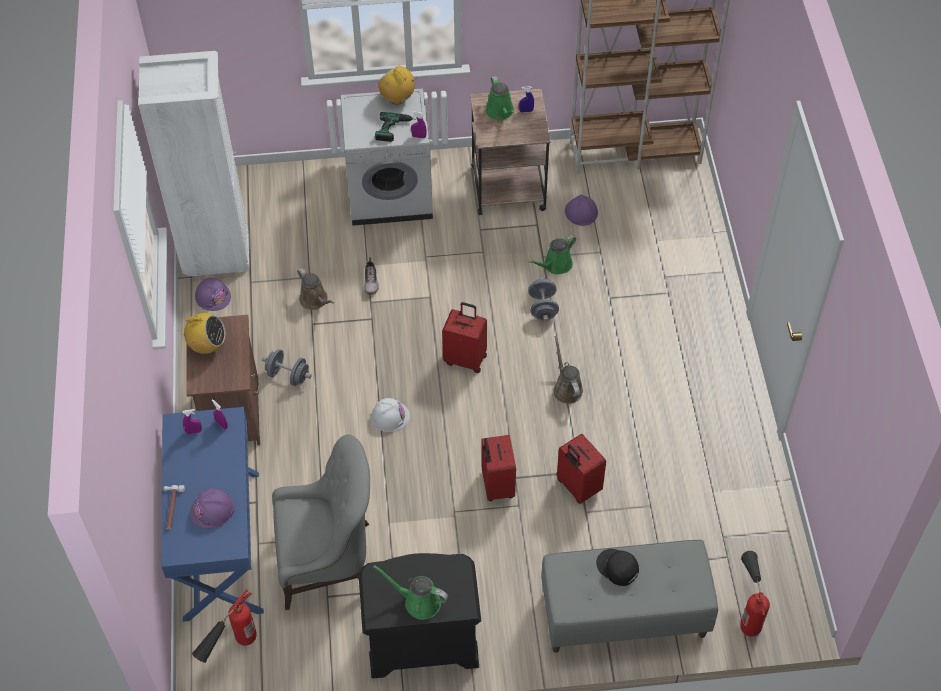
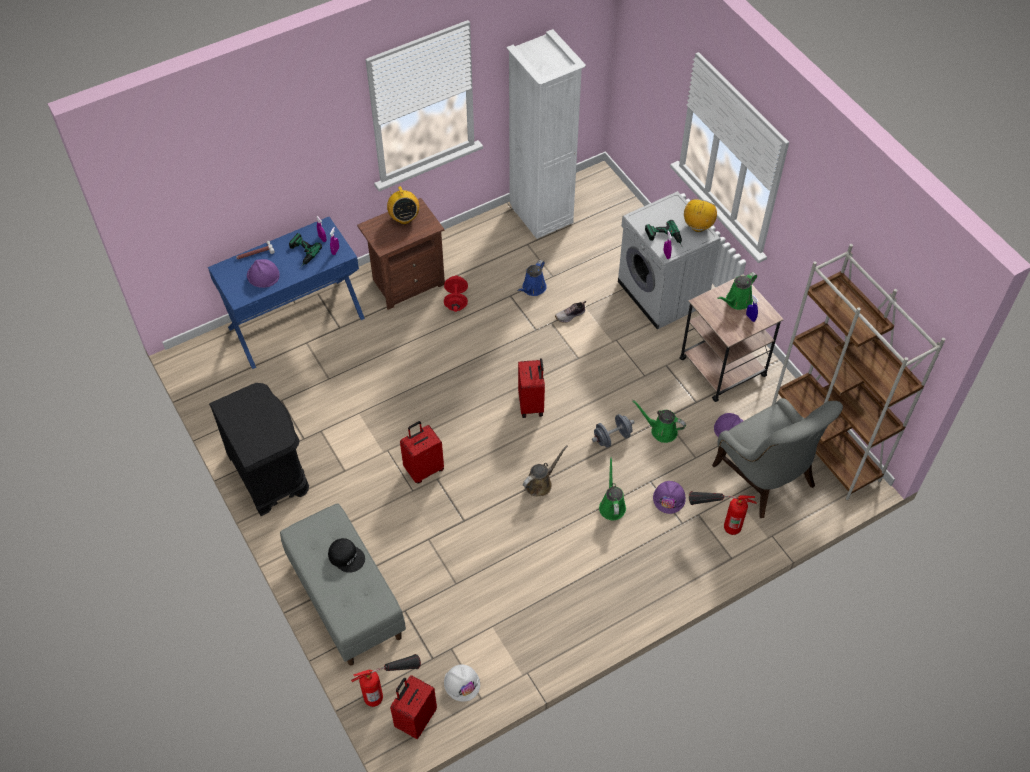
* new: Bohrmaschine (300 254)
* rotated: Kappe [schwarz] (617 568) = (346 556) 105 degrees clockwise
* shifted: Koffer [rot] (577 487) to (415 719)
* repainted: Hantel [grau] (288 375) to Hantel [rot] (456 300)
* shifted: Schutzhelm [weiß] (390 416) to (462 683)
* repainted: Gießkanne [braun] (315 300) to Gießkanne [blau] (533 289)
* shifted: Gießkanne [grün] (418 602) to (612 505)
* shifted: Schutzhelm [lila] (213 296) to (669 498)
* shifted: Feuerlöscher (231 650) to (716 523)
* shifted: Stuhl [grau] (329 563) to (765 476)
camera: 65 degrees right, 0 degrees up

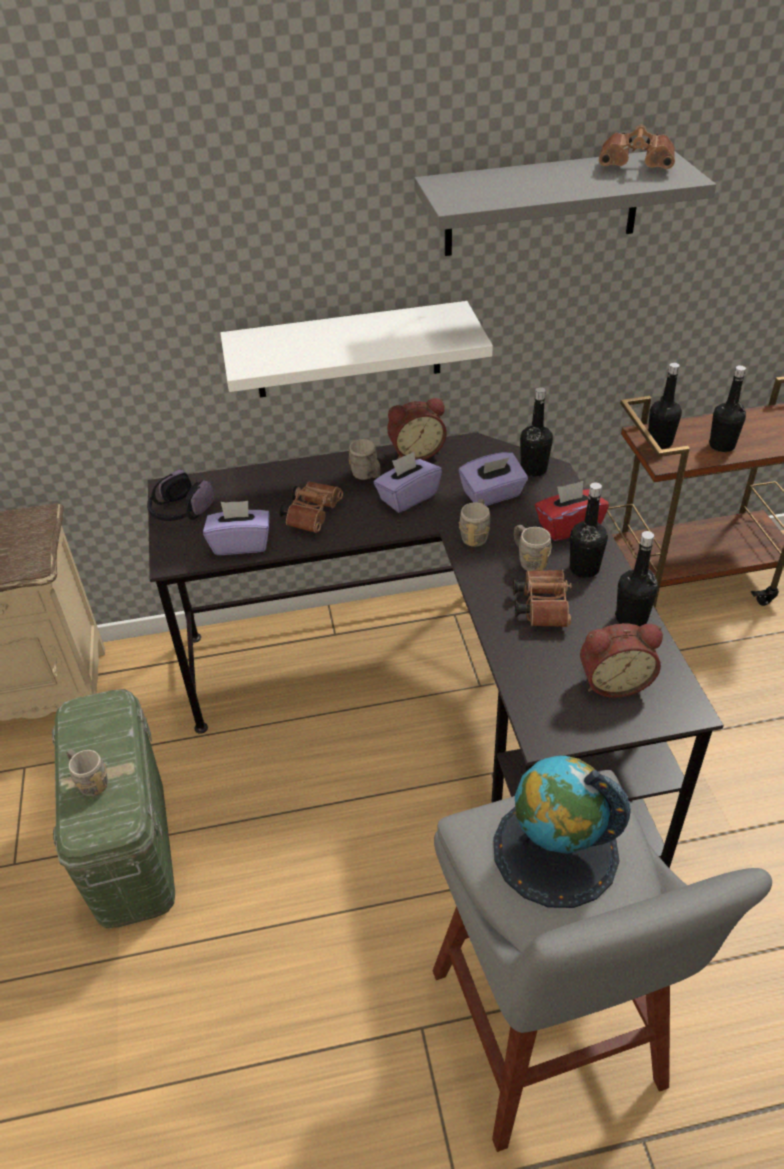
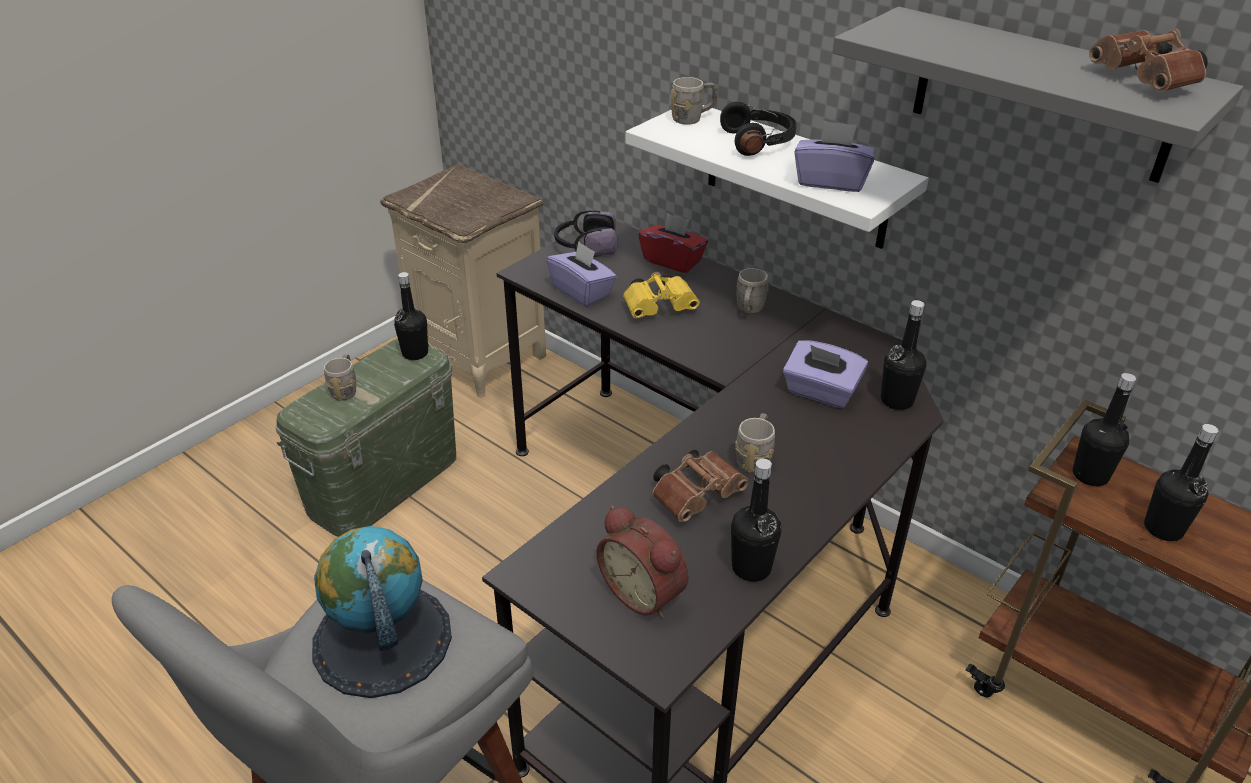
* shifted: Flasche [schwarz] (584 569) to (415 353)
* repainted: Fernglas [braun] (313 514) to Fernglas [gelb] (661 307)
* shifted: Taschentuchbox [rot] (568 526) to (672 261)
* shifted: Henkelbecher [grau] (476 534) to (693 118)
* new: Kopfhörer [schwarz] (759 142)
* shifted: Taschentuchbox [lila] (407 497) to (831 181)
* gone: Wecker (416 452)
camera: 50 degrees right, 5 degrees down

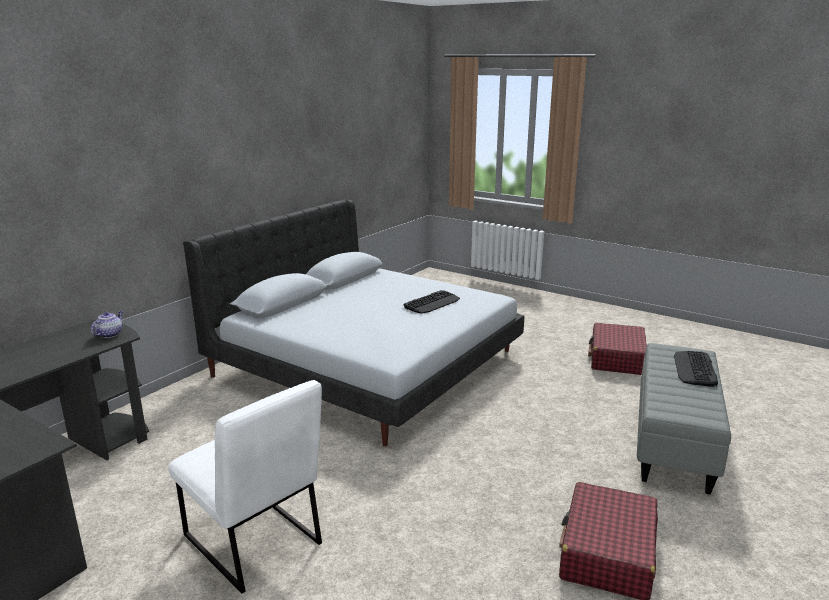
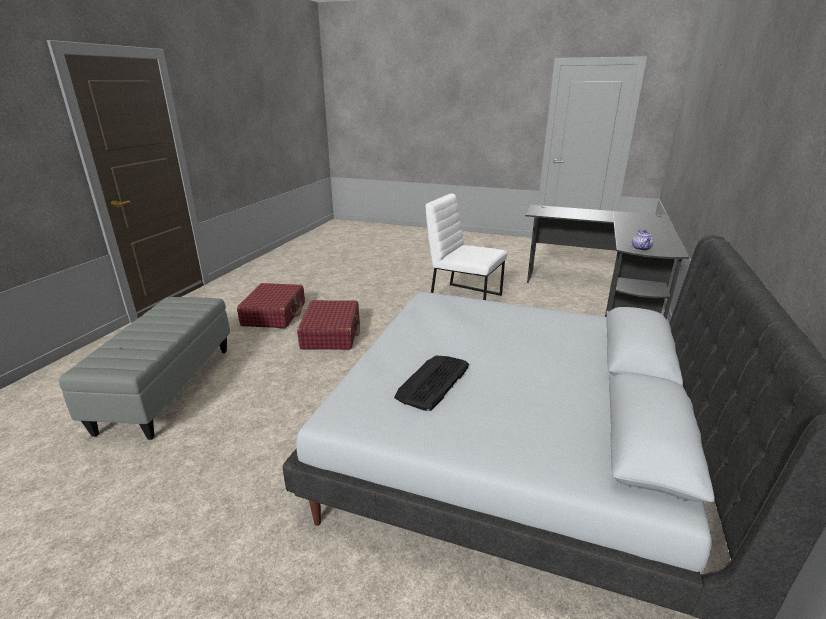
* shifted: Koffer [rot] (617 358) to (331 334)
* gone: Tastatur (695 369)
camera: 165 degrees right, 5 degrees up

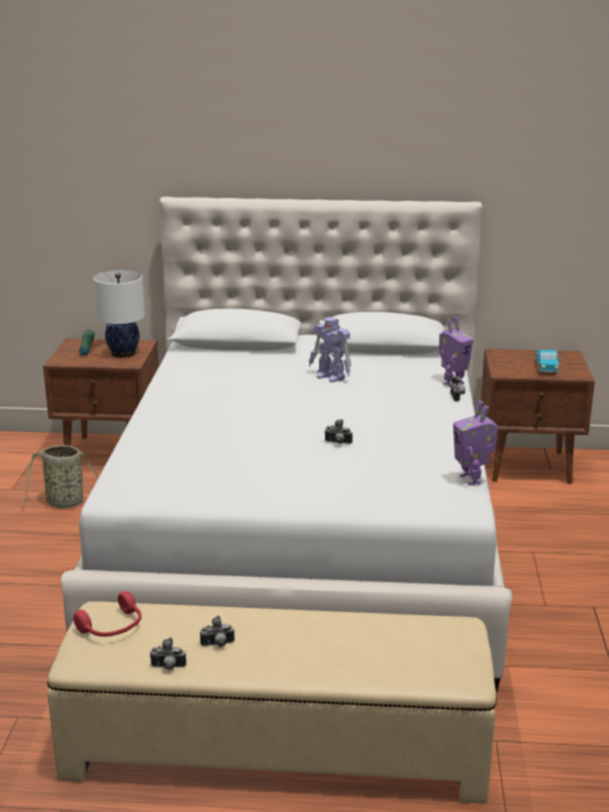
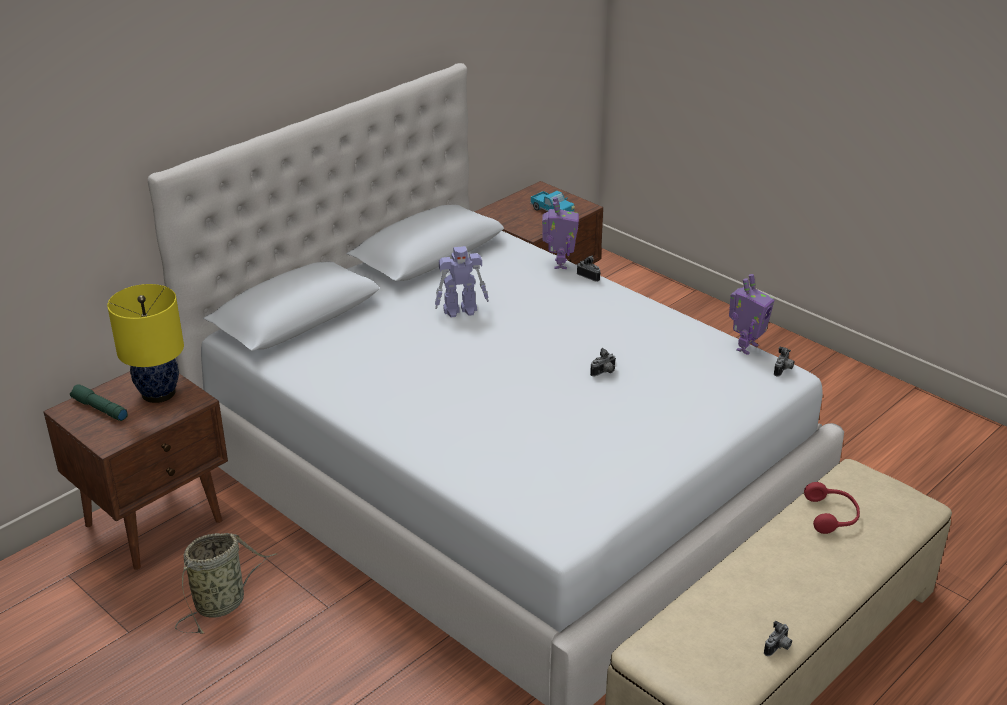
* repainted: Tischlampe [weiß] (123 353) to Tischlampe [gelb] (159 393)
* rotated: Spielzeugroboter (472 479) = (745 347) 75 degrees counterclockwise
* shifted: Kamera (218 645) to (783 370)
* shifted: Kopfhörer [rot] (113 628) to (832 516)
camera: 50 degrees left, 10 degrees up

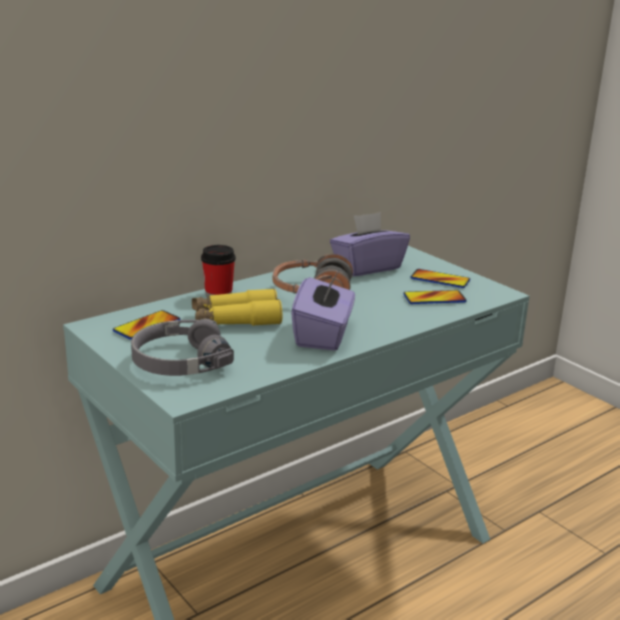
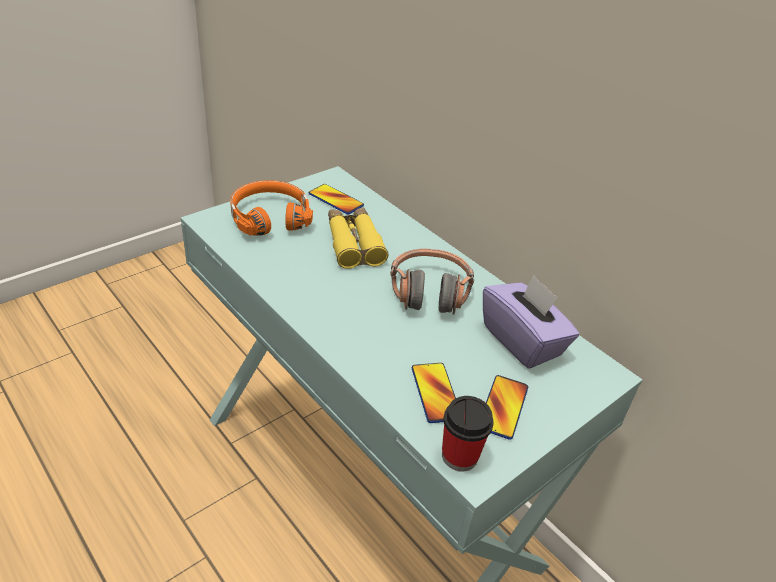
* repainted: Kopfhörer [grau] (179 361) to Kopfhörer [orange] (269 217)
* shifted: Tasse (218 294) to (459 456)
* gone: Taschentuchbox [lila] (323 335)
camera: 85 degrees right, 15 degrees up

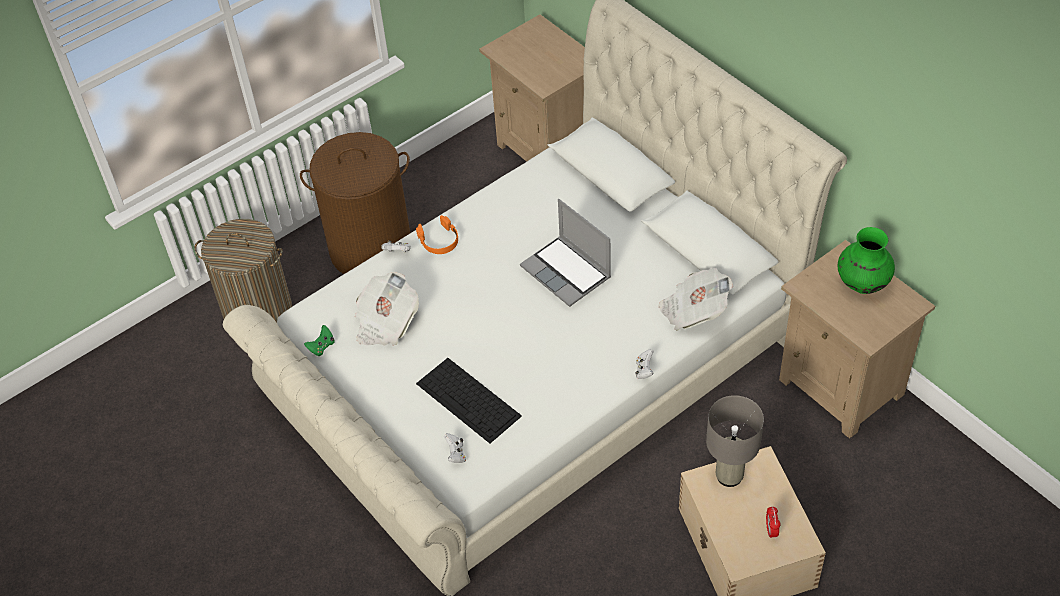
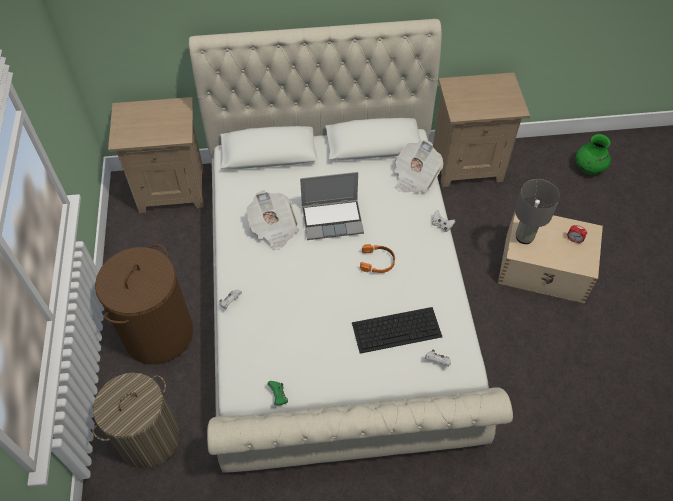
* shifted: Zeitung (385 323) to (274 228)
* shifted: Kopfhörer [orange] (439 240) to (377 262)
* shifted: Vase [grün] (862 283) to (588 169)
camera: 60 degrees left, 5 degrees up

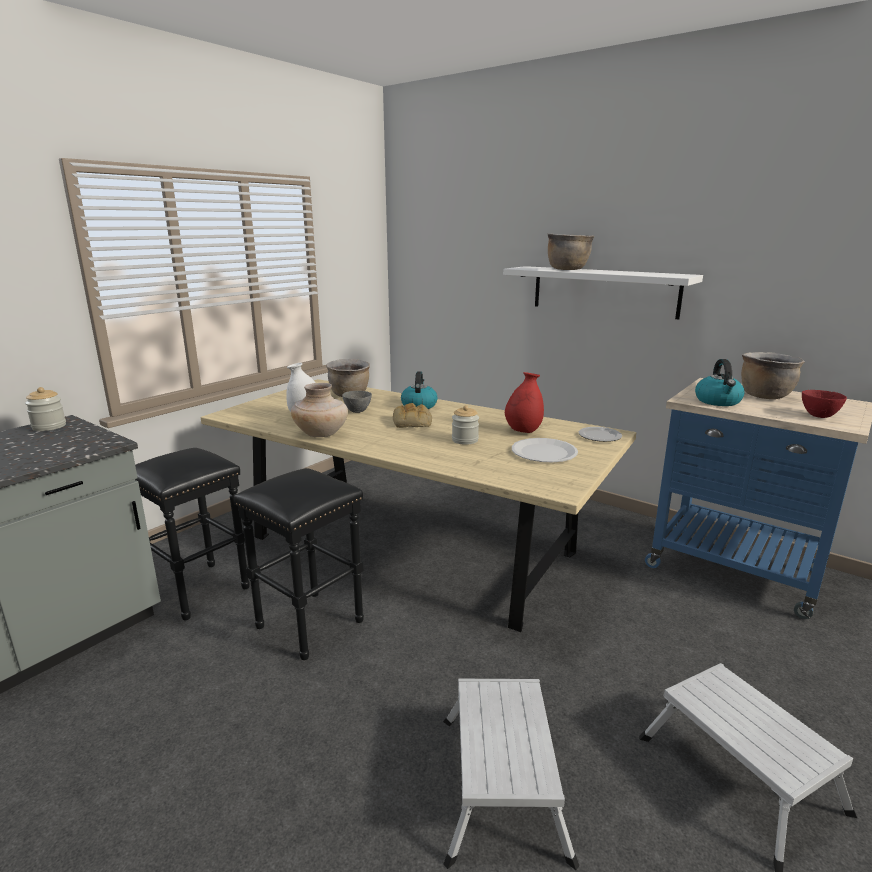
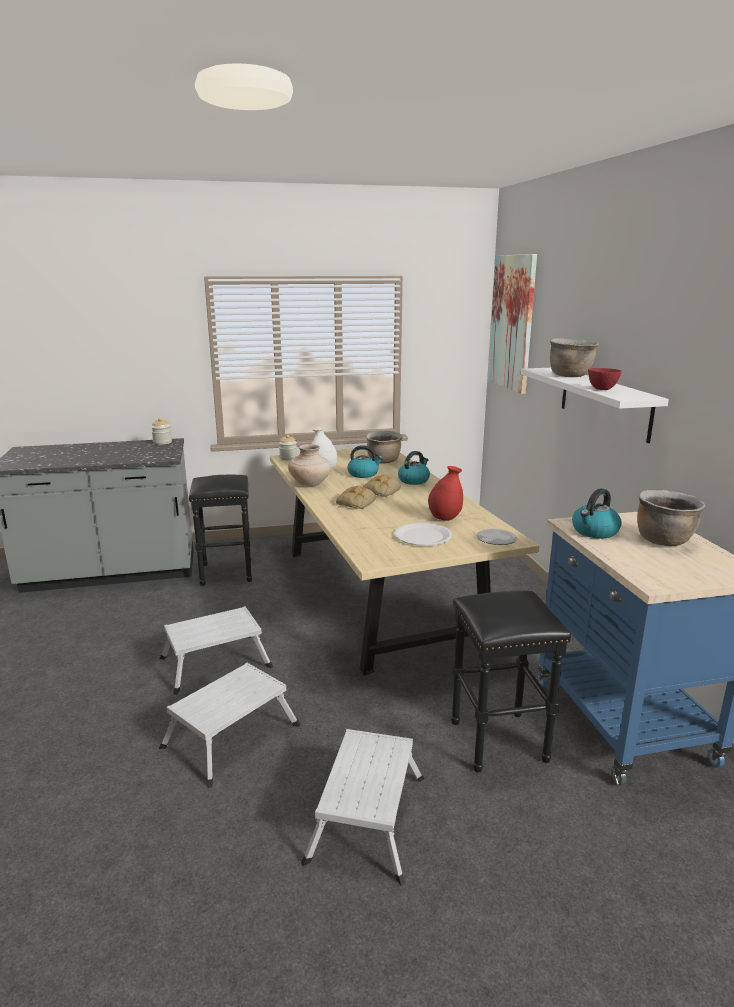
* new: Trittleiter [weiß] (216 662)
* shifted: Vorratsglas (465 440) to (288 458)
* new: Brot (356 503)
* swapped: Schüssel [grau] (357 411) to Wasserkessel (363 474)
* shifted: Hocker [schwarz] (310 625) to (497 742)
* new: Bild (512 323)
* shifted: Schüssel [rot] (818 416) to (601 389)
camera: 40 degrees right, 0 degrees up

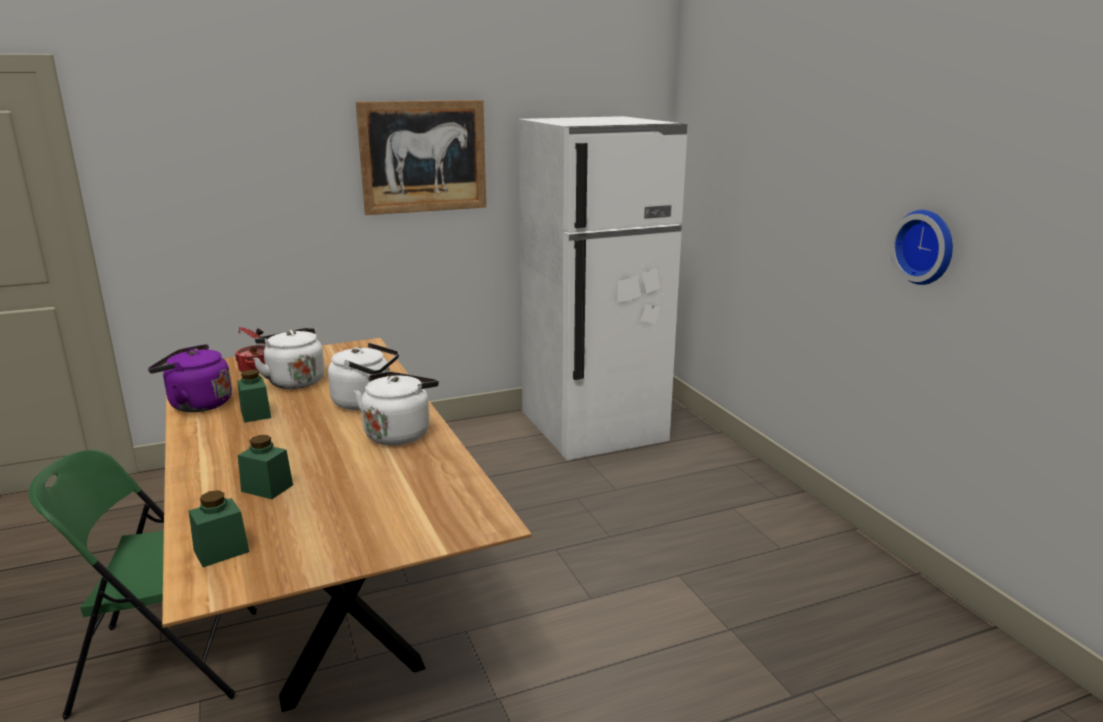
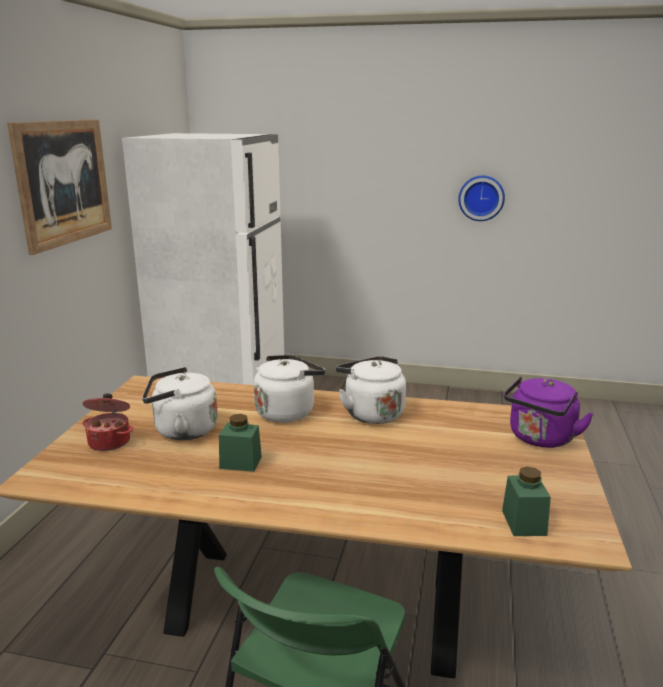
* shifted: Wasserkessel [lila] (196 404) to (540 439)
* gone: Vorratsglas [grün] (267 488)
camera: 55 degrees left, 0 degrees up

